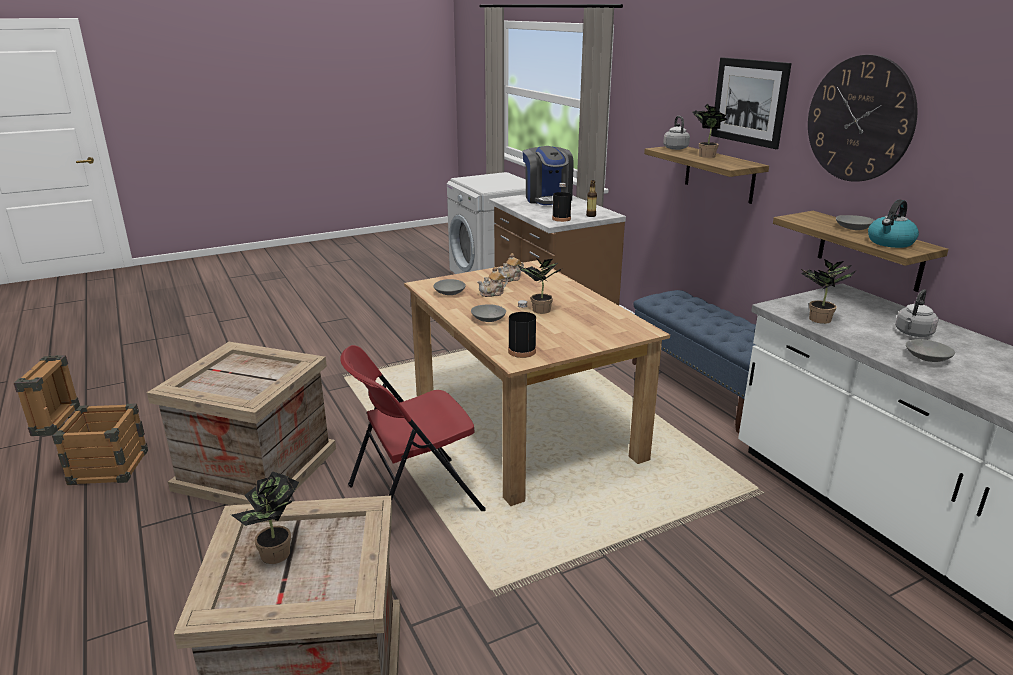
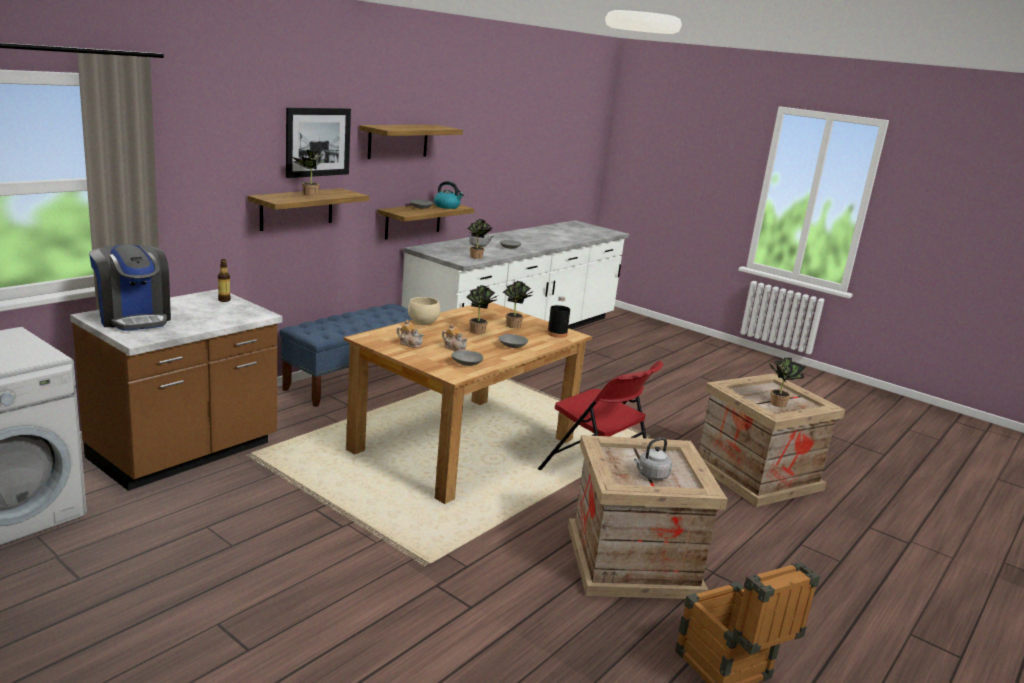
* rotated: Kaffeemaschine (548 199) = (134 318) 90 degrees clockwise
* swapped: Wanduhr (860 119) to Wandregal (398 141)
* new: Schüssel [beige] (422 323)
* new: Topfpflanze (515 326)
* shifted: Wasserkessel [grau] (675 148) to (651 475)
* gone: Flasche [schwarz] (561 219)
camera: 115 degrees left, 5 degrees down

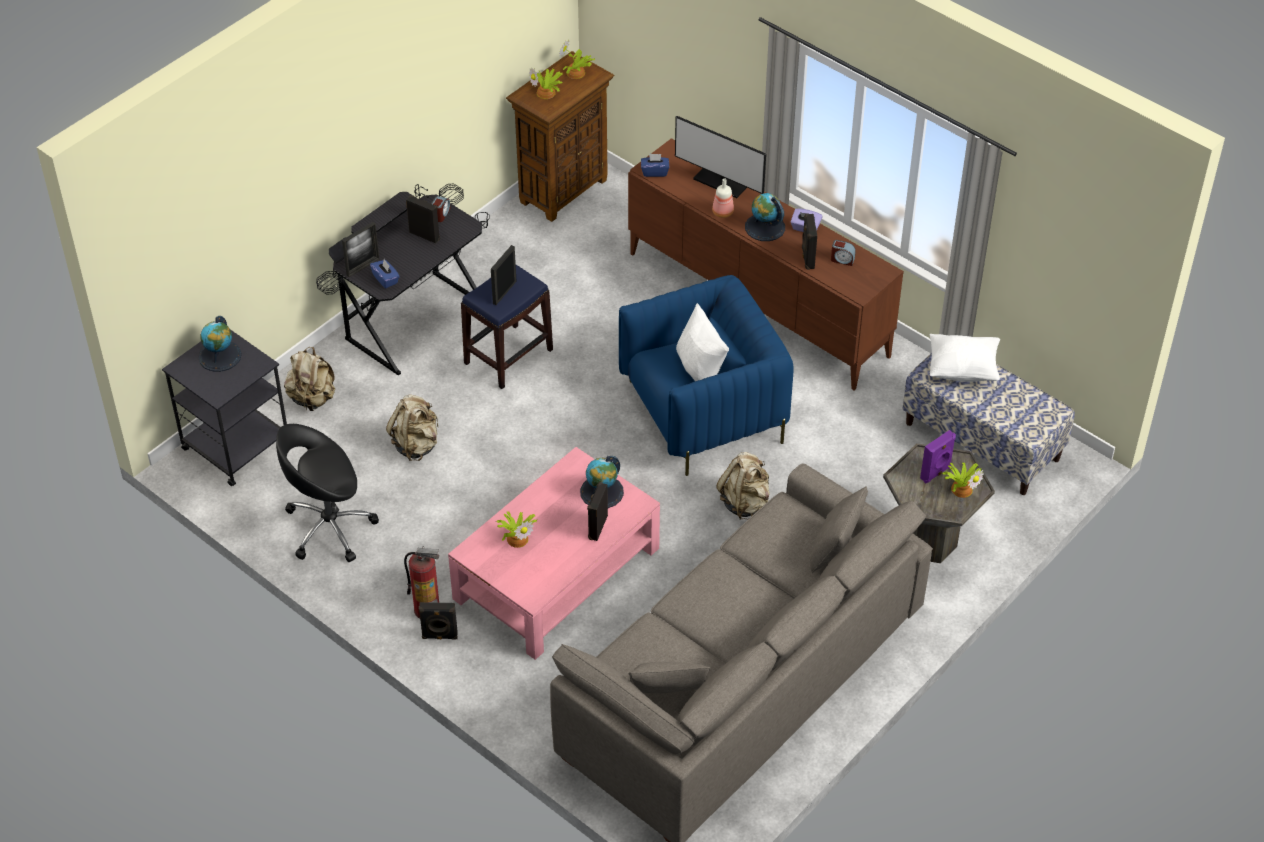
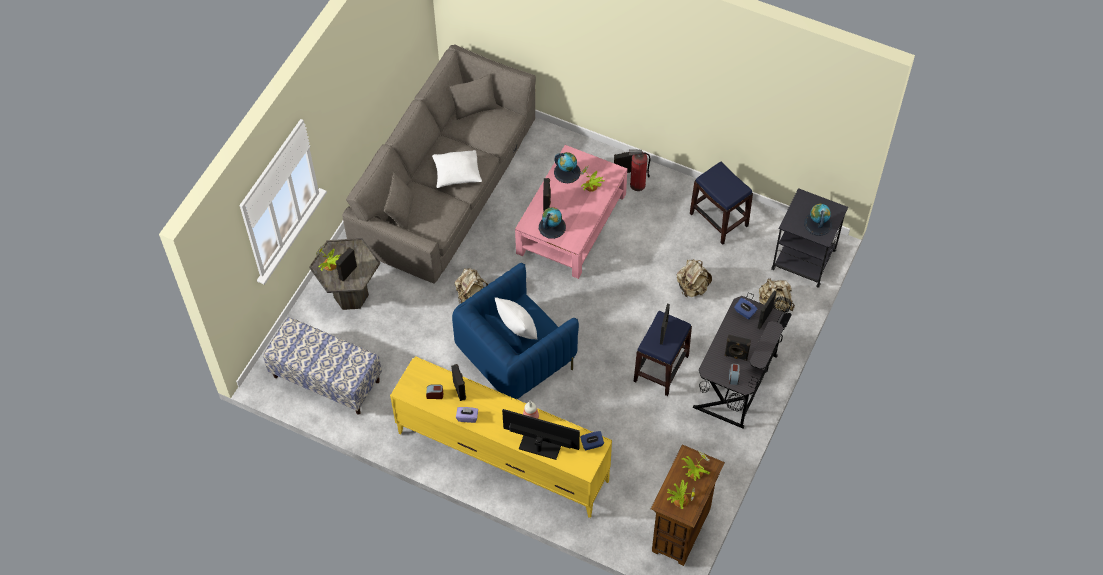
* repainted: Lautsprecher [lila] (936 473) to Lautsprecher [schwarz] (347 272)
* repainted: Schrank [braun] (759 304) to Schrank [gelb] (501 457)
* shifted: Kissen [weiß] (963 369) to (457 175)
* shifted: Globus (764 227) to (567 172)
* swapped: Bürostuhl [schwarz] (328 527) to Hocker (719 220)
camera: 165 degrees right, 10 degrees up

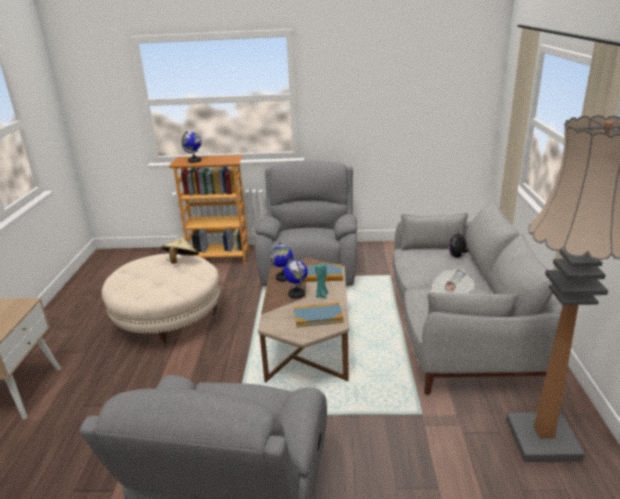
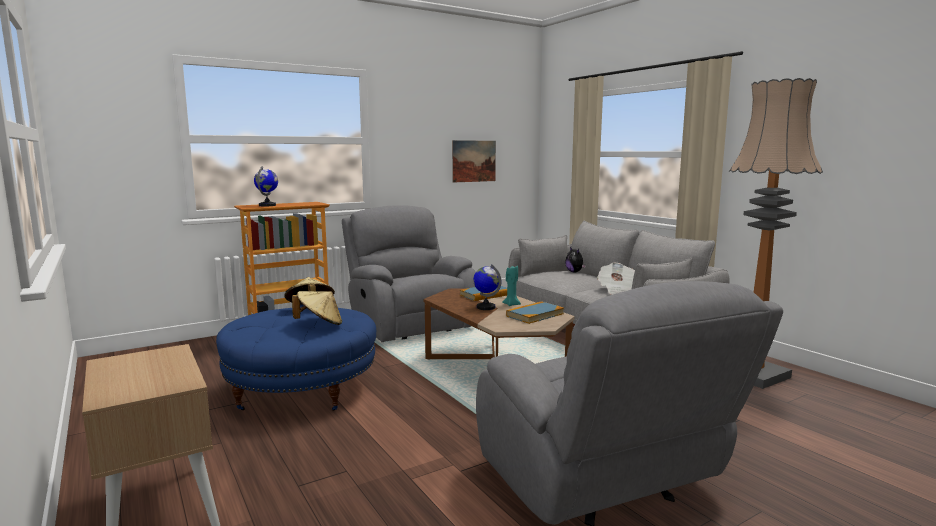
* repainted: Polsterhocker [beige] (168 321) to Polsterhocker [blau] (302 391)
* new: Hut [beige] (320 324)
* new: Bild (474 161)
* gone: Globus (283 277)
camera: 35 degrees left, 15 degrees down

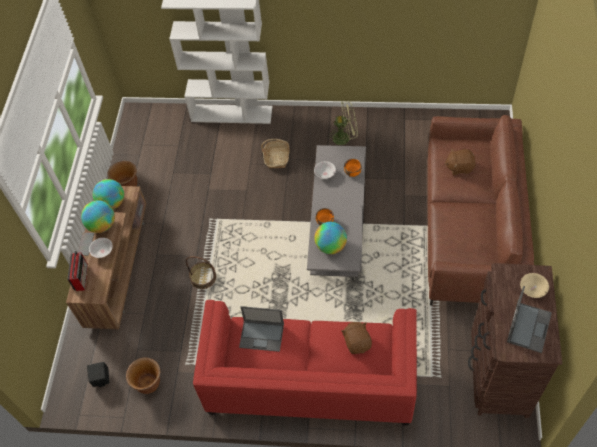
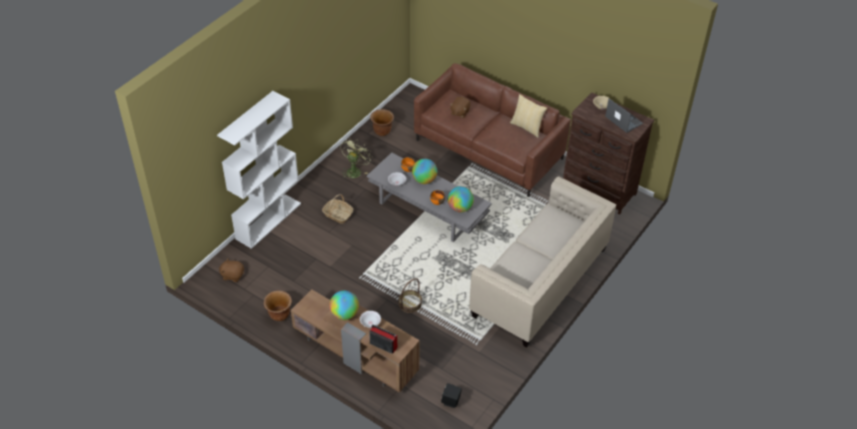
* shifted: Plüschtier [braun] (357 342) to (232 275)
* shifted: Pflanzkübel [braun] (148 383) to (382 131)
* shifted: Globus (112 203) to (424 180)
* repainted: Sofa [rot] (310 381) to Sofa [beige] (540 282)
* new: Kissen (527 127)
* gone: Laptop (262 335)
camera: 65 degrees left, 10 degrees down

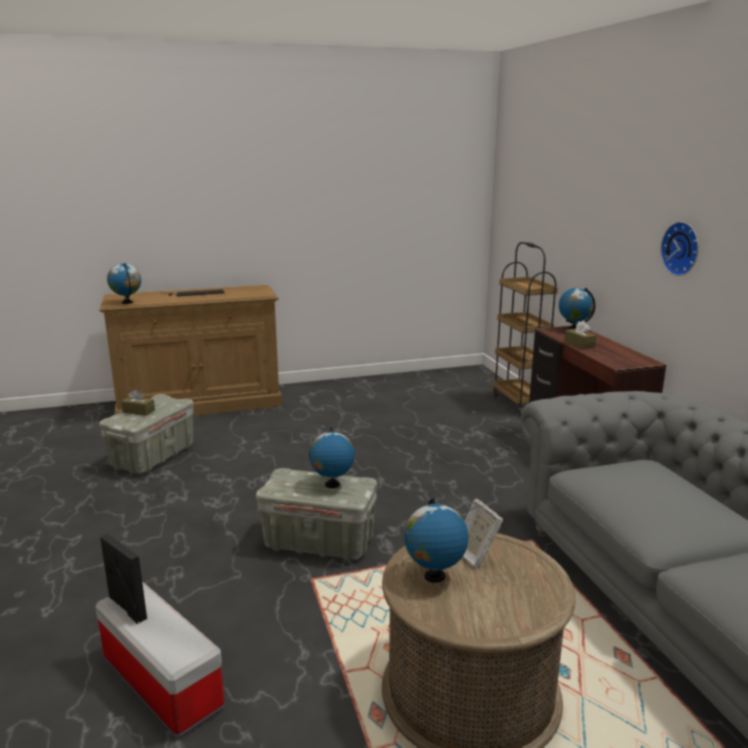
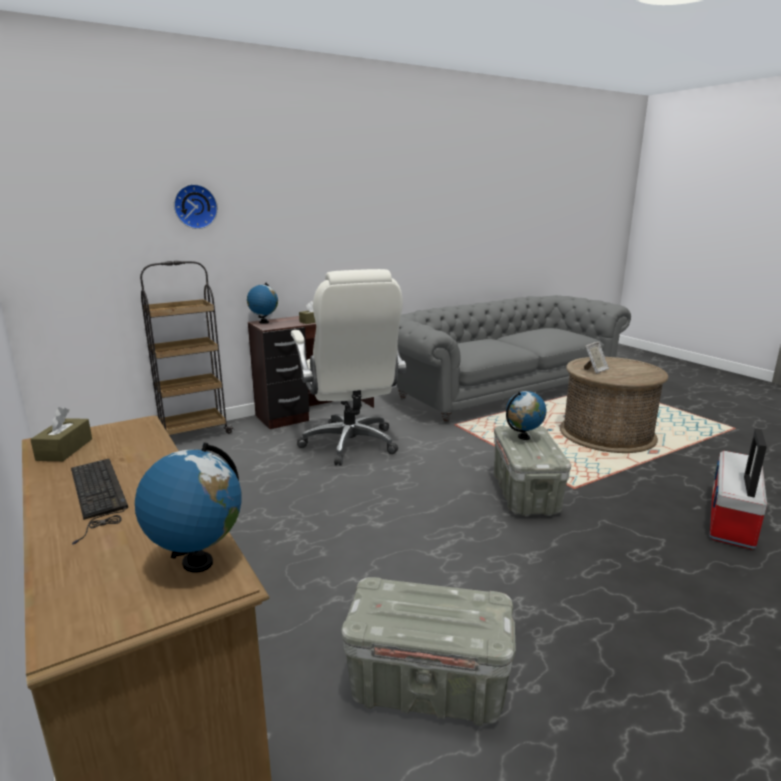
* shifted: Taschentuchbox [braun] (138 411) to (65 449)
* shifted: Wanduhr (682 248) to (195 206)
* new: Bürostuhl [weiß] (350 444)
* gone: Globus (434 576)
camera: 105 degrees left, 0 degrees up

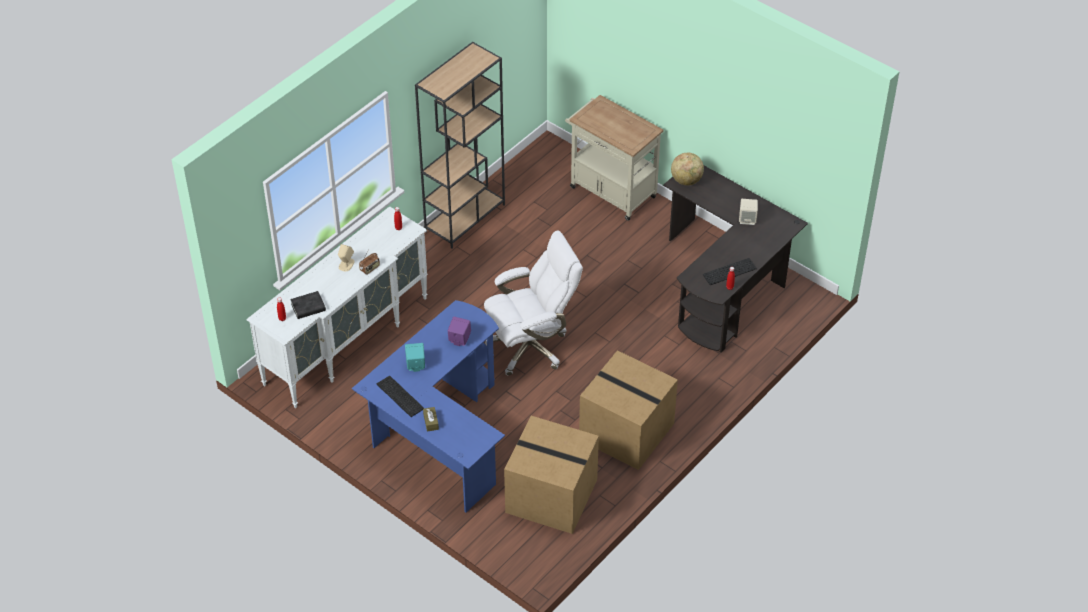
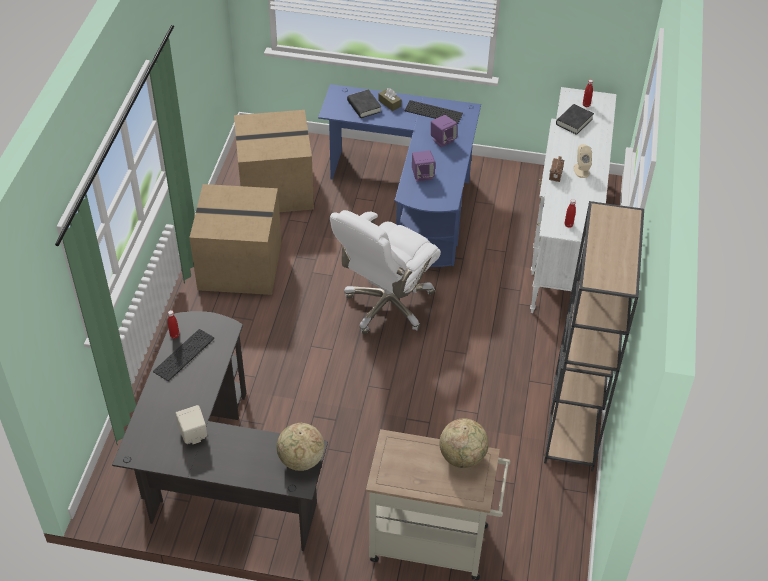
* new: Buch [schwarz] (364 106)
* repainted: Lautsprecher [türkis] (415 365) to Lautsprecher [lila] (443 140)
* new: Globus (462 457)
camera: 150 degrees right, 0 degrees up

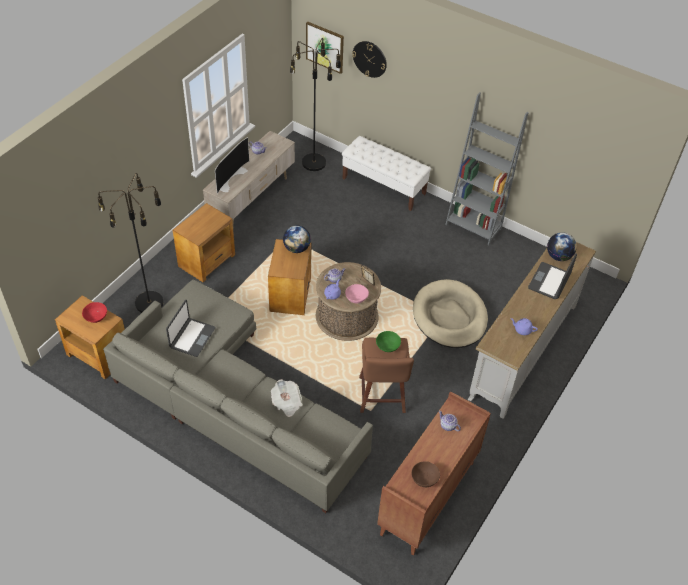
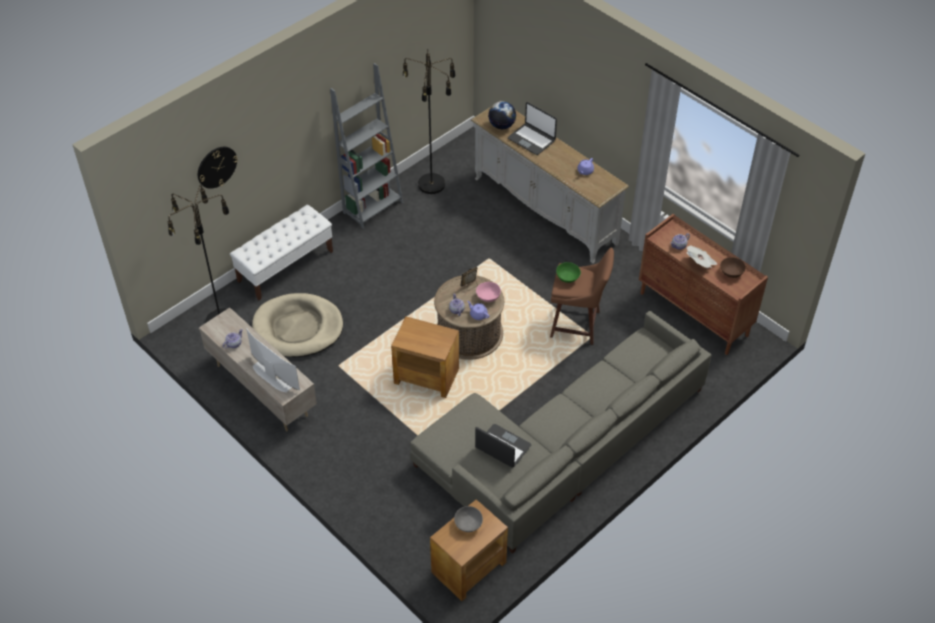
* shifted: Hundebett [beige] (449 316) to (298 328)
* shifted: Stehlampe (149 304) to (432 184)
* repainted: Schüssel [rot] (96 317) to Schüssel [grau] (468 524)
* shifted: Zeitung (286 403) to (700 263)
* gone: Beistelltisch [braun] (207 260)
* gone: Globus (296 248)
* gone: Bild (325 47)
camera: 75 degrees left, 0 degrees up

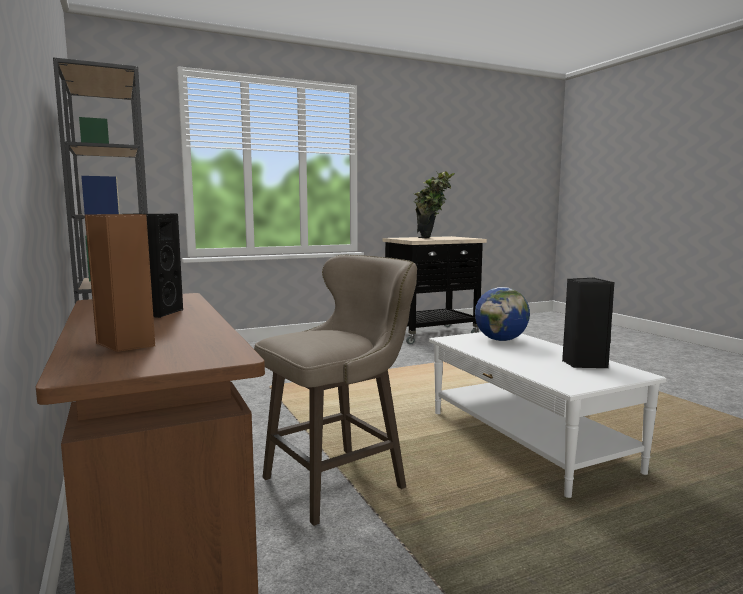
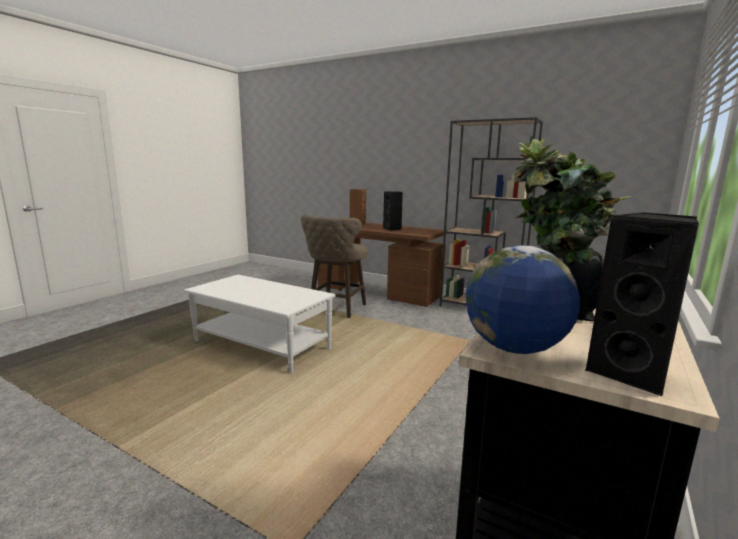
* shifted: Globus (501 340) to (514 348)
* shifted: Lautsprecher [schwarz] (583 363) to (631 374)
camera: 145 degrees right, 5 degrees up

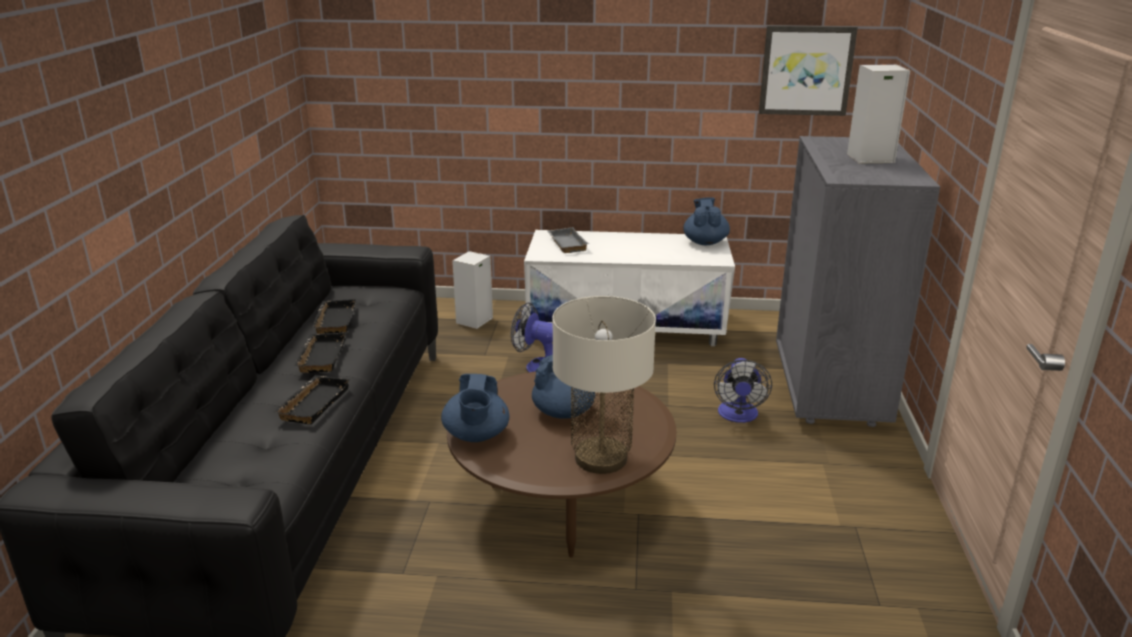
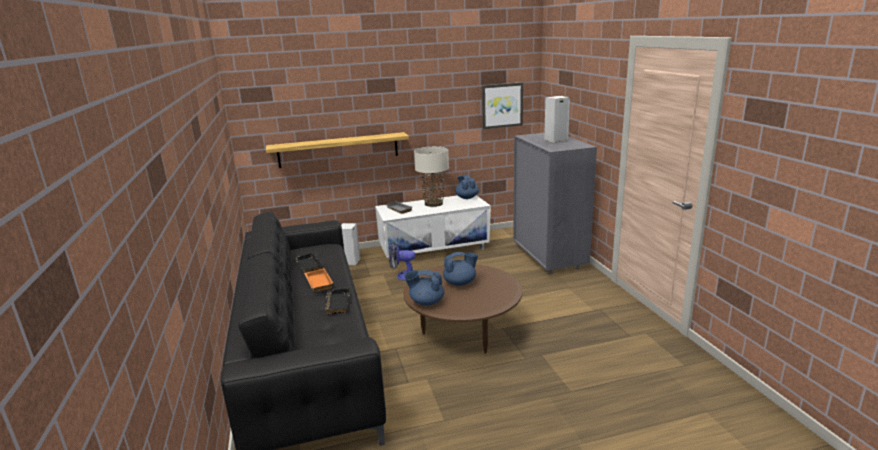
* new: Wandregal (338 150)
* repainted: Tablett [schwarz] (320 356) to Tablett [orange] (317 283)
* rotated: Teekanne [blau] (476 436) = (426 302) 120 degrees clockwise
* shifted: Tischlampe (601 458) to (433 203)
* gone: Ventilator (738 416)
camera: 20 degrees left, 5 degrees down

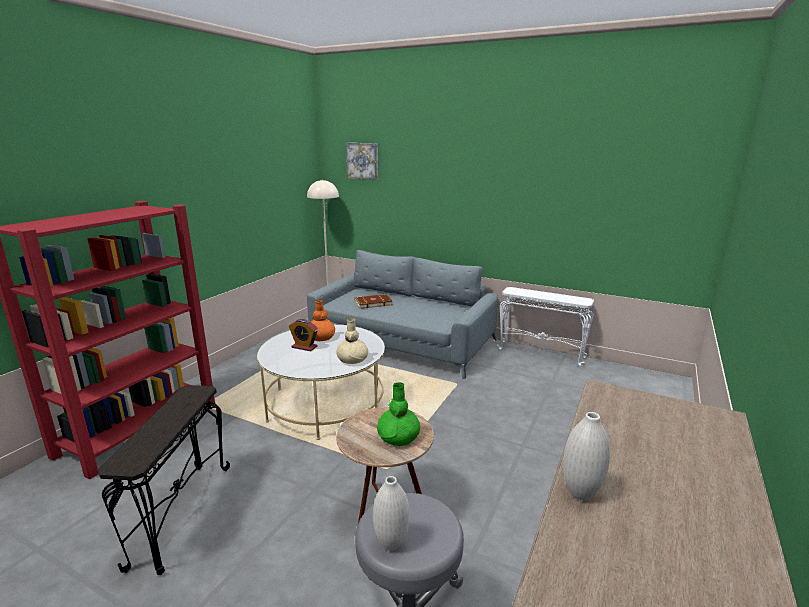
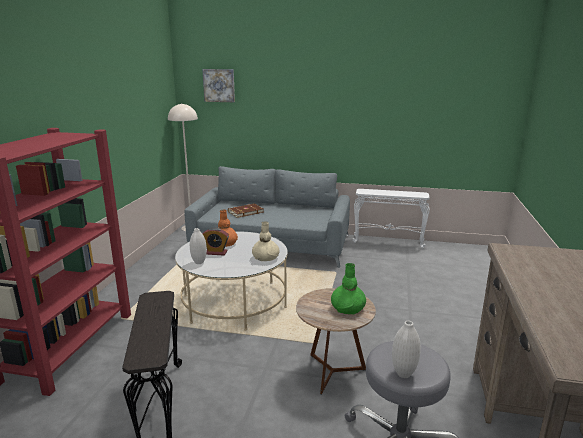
* shifted: Vase [weiß] (580 493) to (199 262)
camera: 15 degrees left, 0 degrees up

